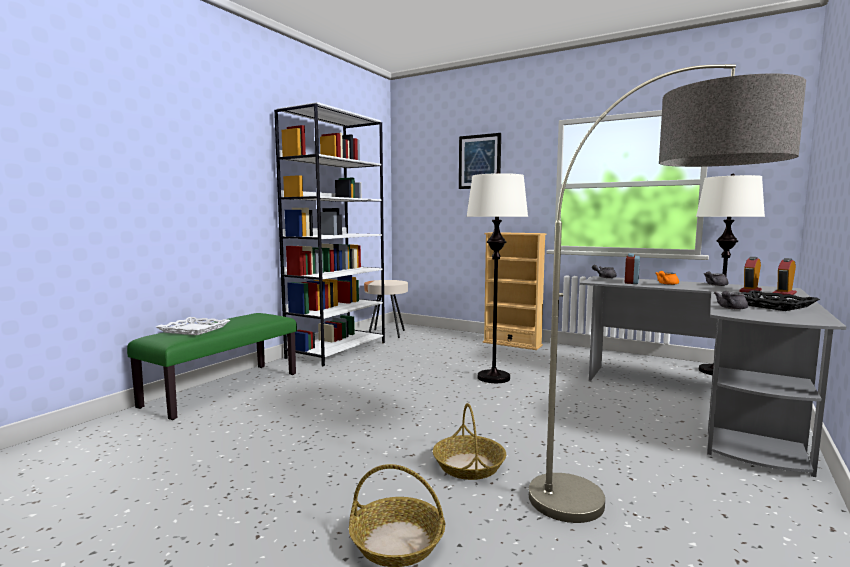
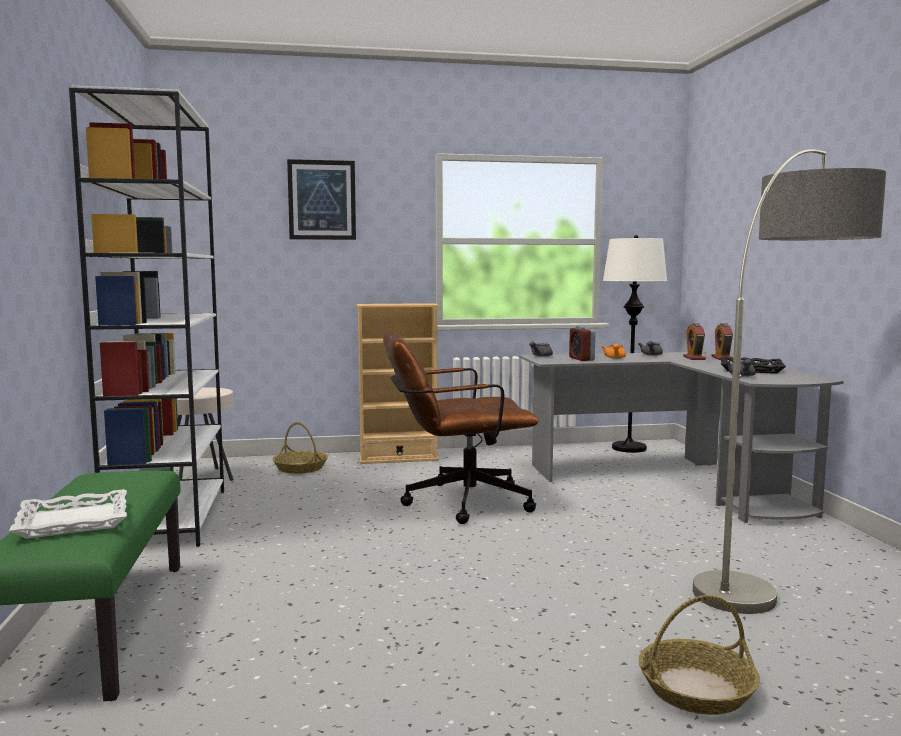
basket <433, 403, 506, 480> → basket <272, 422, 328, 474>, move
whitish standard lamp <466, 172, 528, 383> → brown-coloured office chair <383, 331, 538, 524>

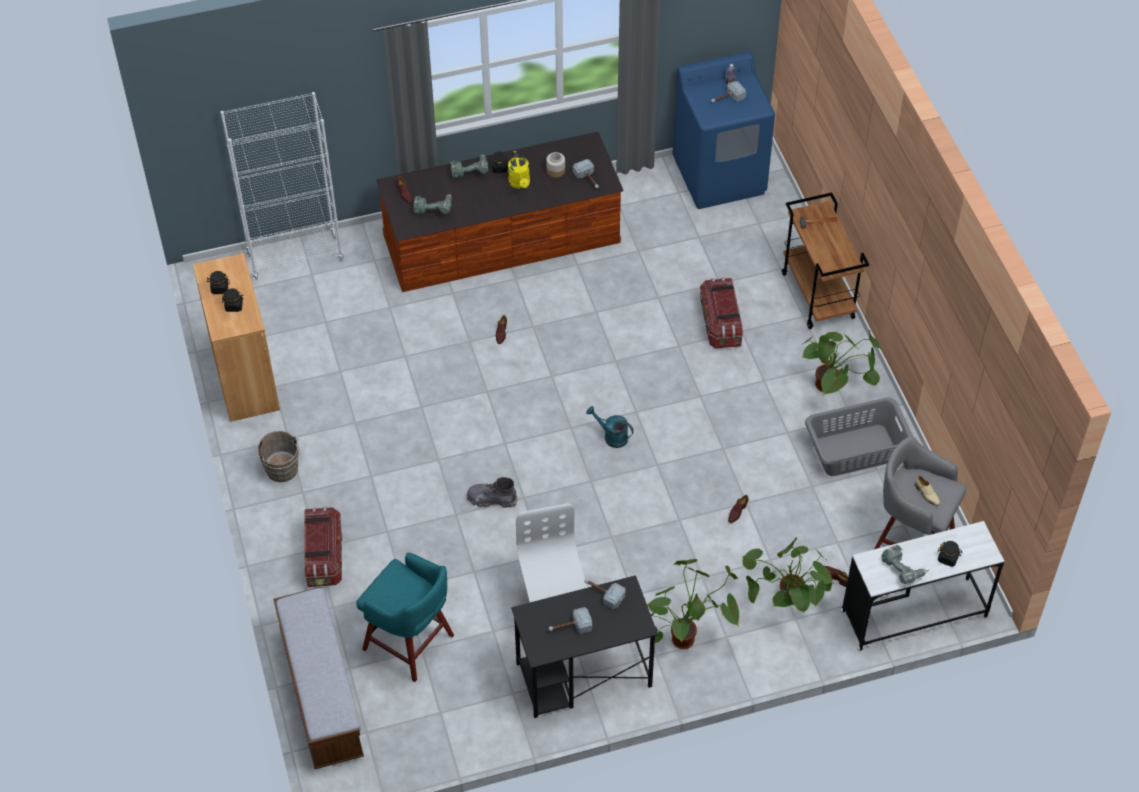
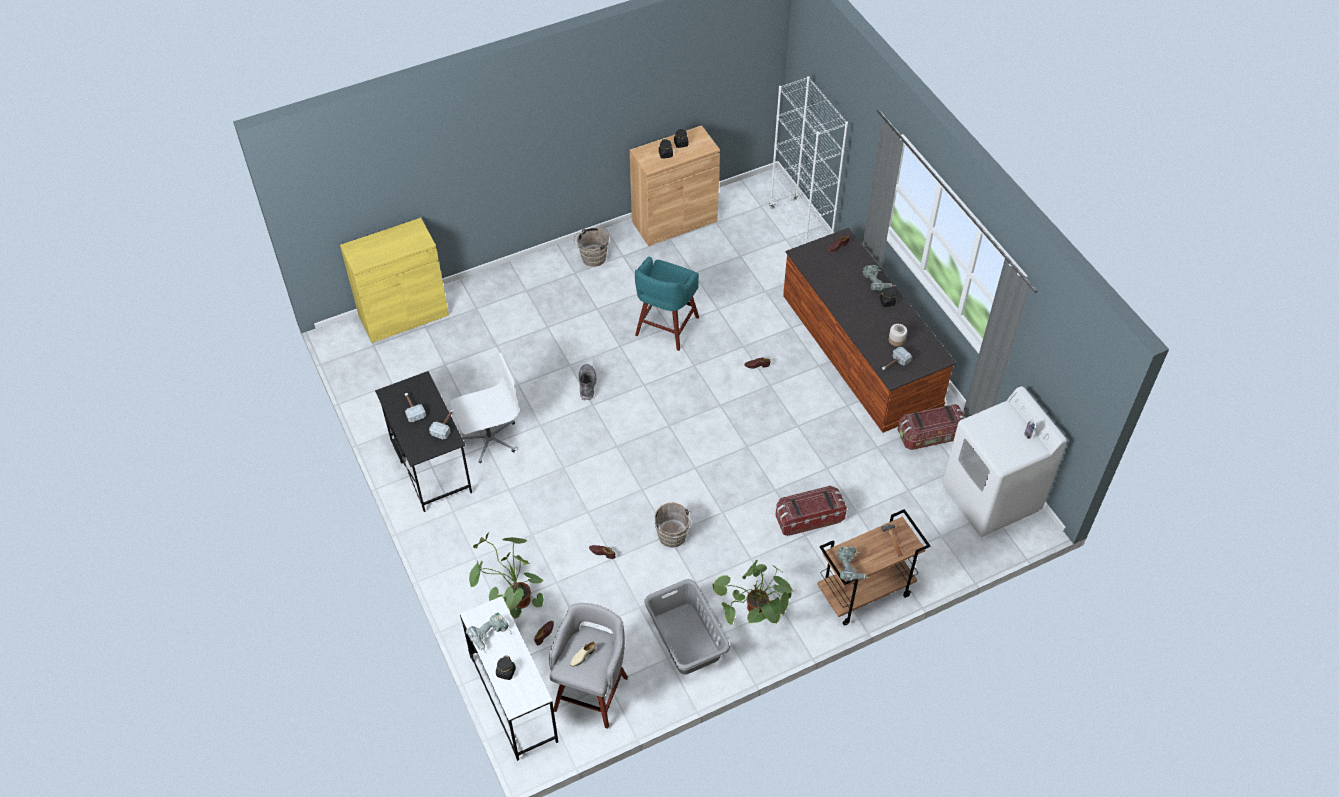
bench <273, 587, 364, 769> → yellow storage cabinet <340, 218, 449, 343>
blue-green stool <356, 553, 454, 682> → blue-green stool <635, 256, 699, 351>, move
- → brown-coloured pail <655, 503, 692, 548>
drill <414, 193, 452, 214> → drill <837, 547, 870, 581>, move
storage bin <304, 507, 342, 587> → storage bin <897, 404, 966, 450>, move
blue-coloured laundry appliance <672, 52, 775, 209> → whitish laundry appliance <942, 386, 1067, 537>
yellow sprinkling can <508, 151, 530, 189> → -
blue-green sprinkling can <586, 406, 634, 448> → -
plant in a pot <647, 559, 739, 649> → -
hammer <711, 81, 746, 103> → -

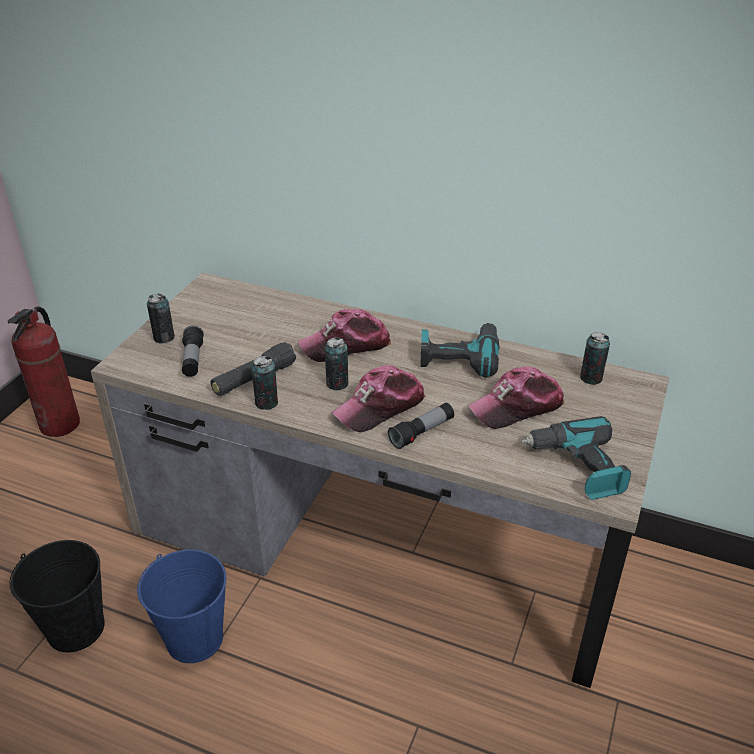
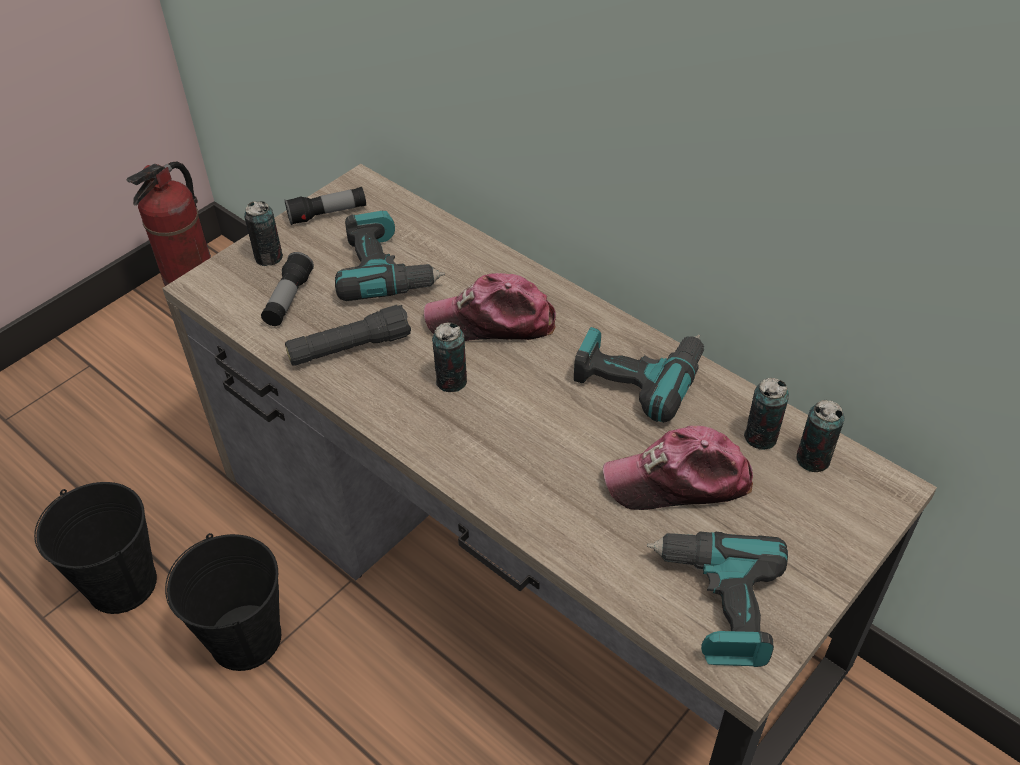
blue-coloured pail <137, 550, 226, 663> → black-coloured pail <165, 533, 281, 671>
hand torch <388, 403, 454, 449> → hand torch <285, 187, 366, 225>, move
- → drill <335, 211, 445, 301>
can <251, 356, 278, 410> → can <744, 378, 789, 450>, move
peaked cap <332, 365, 426, 432> → -

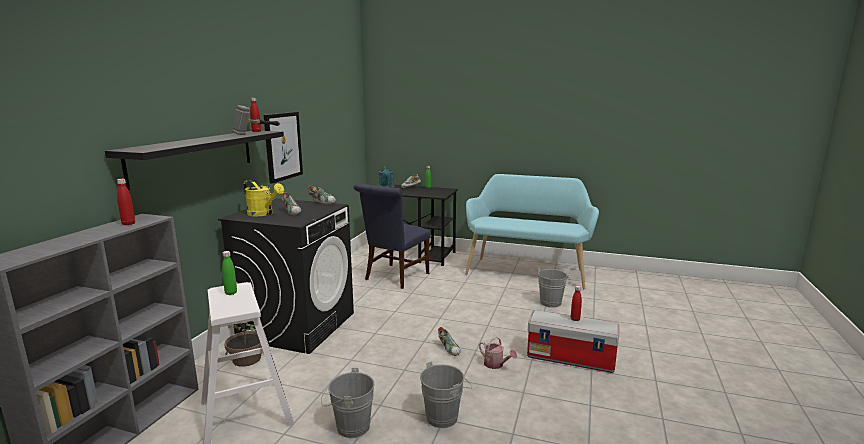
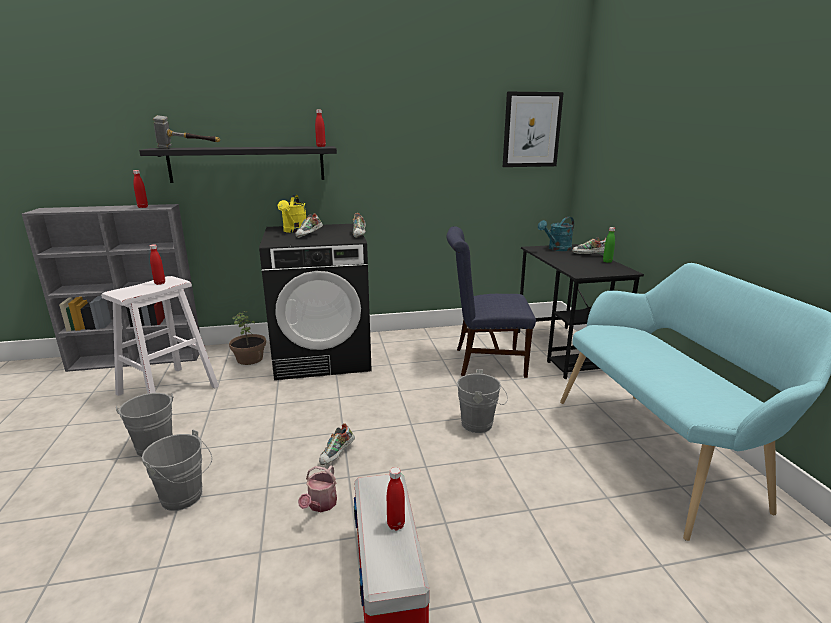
greenish beverage bottle <222, 251, 237, 295> → red beverage bottle <150, 244, 165, 285>
hammer <232, 105, 280, 135> → hammer <153, 115, 220, 149>, move
gray pail <538, 268, 570, 308> → gray pail <457, 369, 508, 433>, move
wall picture <264, 112, 303, 184> → wall picture <503, 92, 564, 167>, move

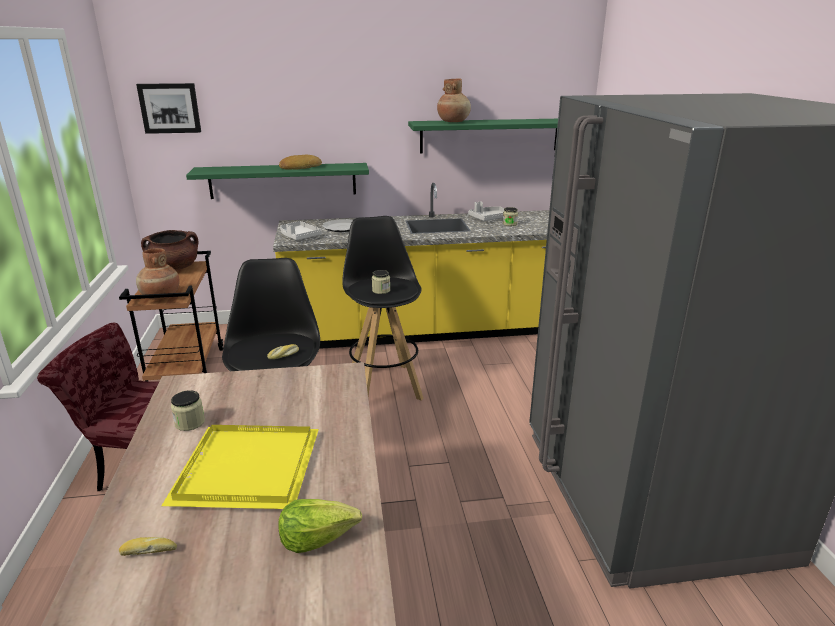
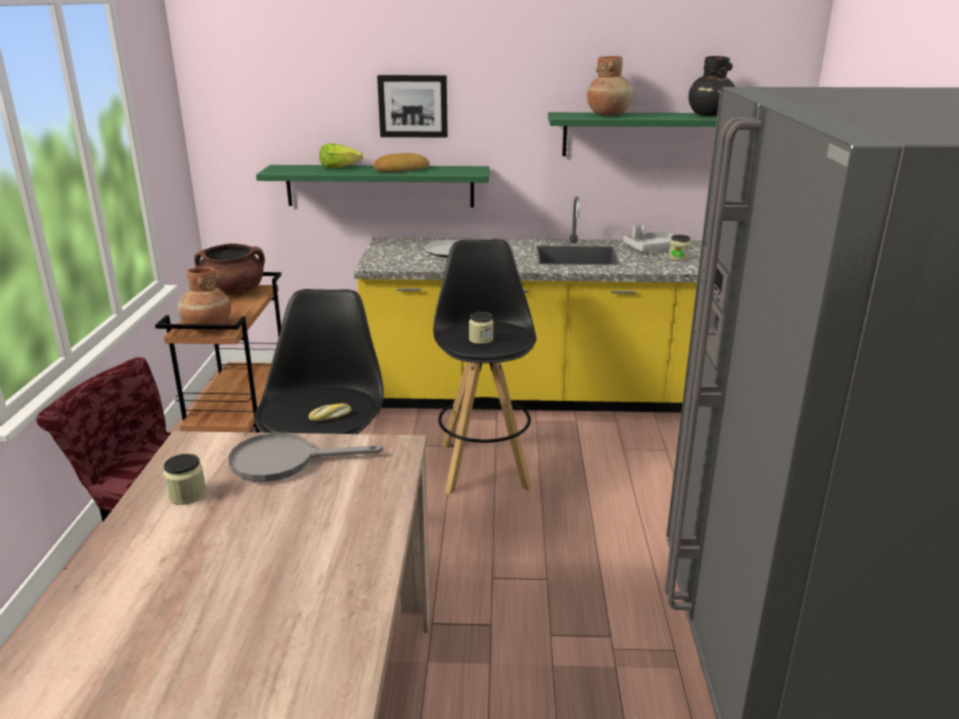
- → gray pan <228, 433, 383, 482>
lettuce <278, 499, 362, 553> → lettuce <319, 143, 363, 168>, move
wall picture <136, 83, 201, 134> → wall picture <377, 75, 448, 138>, move
- → black-coloured vase <689, 56, 735, 116>
baked bread <118, 537, 177, 556> → -
yellow tray <161, 425, 319, 509> → -
gray tray <280, 221, 322, 240> → -

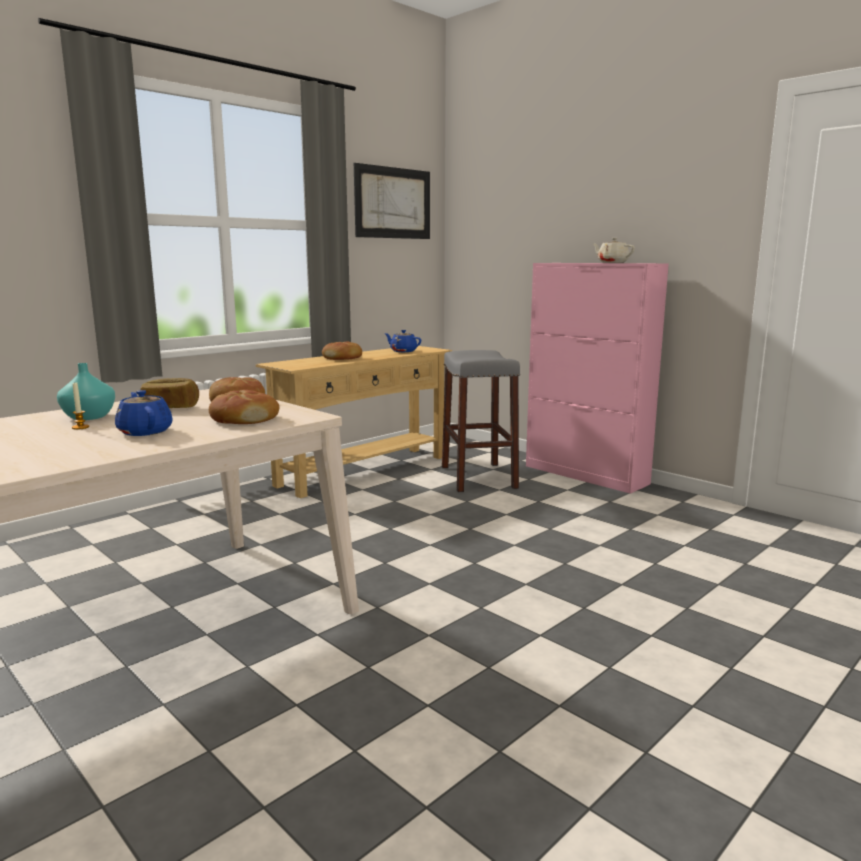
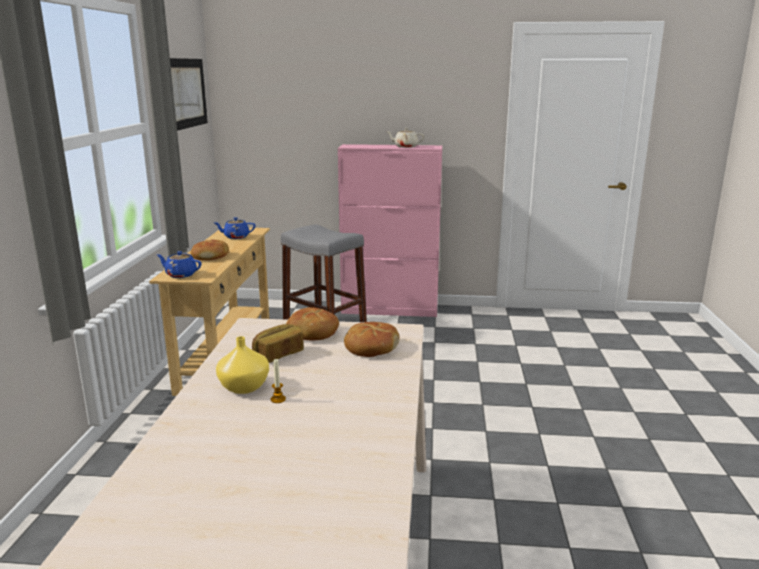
blue-coloured pot for tea <115, 390, 173, 436> → blue-coloured pot for tea <157, 251, 201, 278>, move
blue-green vase <57, 363, 115, 420> → yellow vase <216, 336, 269, 394>

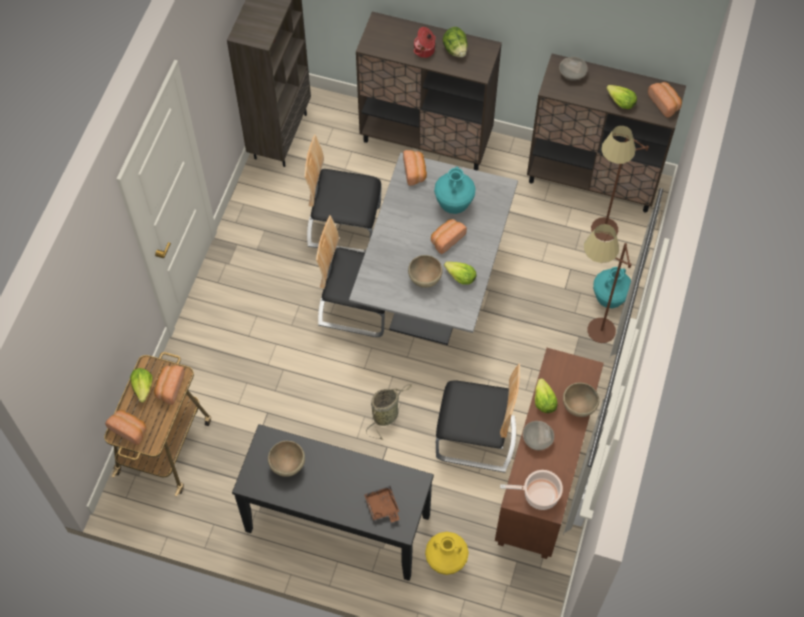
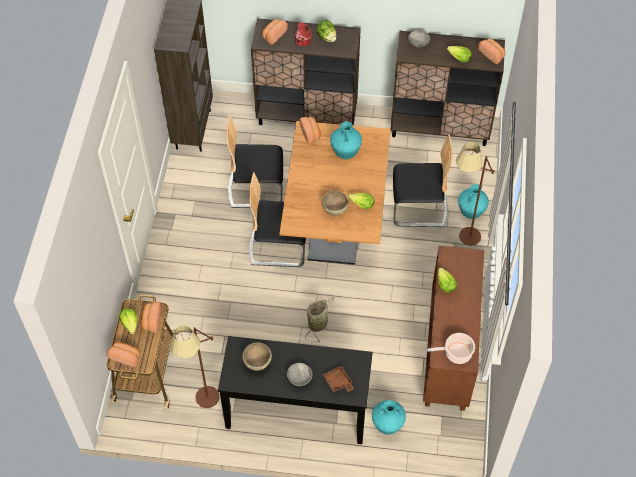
brown-coloured standard lamp <591, 126, 649, 241> → brown-coloured standard lamp <170, 325, 220, 408>, move
baked bread <431, 219, 467, 254> → baked bread <262, 19, 288, 45>, move
gray kitchen table <349, 152, 518, 345> → brown-coloured kitchen table <279, 121, 390, 265>
gray deep dish <523, 421, 554, 450> → gray deep dish <287, 363, 312, 386>, move
yellow vase <425, 532, 469, 575> → blue-green vase <372, 400, 406, 435>
upright chair <436, 364, 520, 473> → upright chair <393, 134, 452, 227>, move
brown-coloured deep dish <563, 383, 599, 417> → -

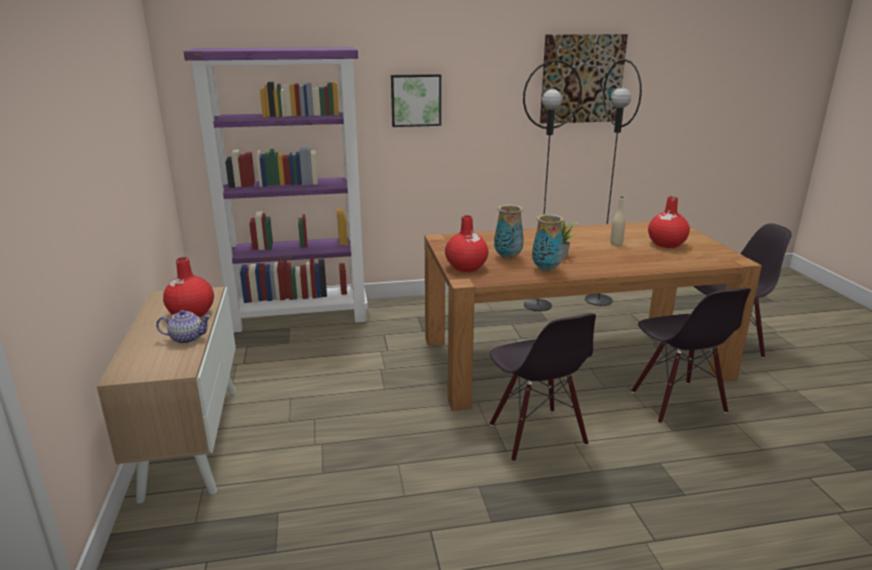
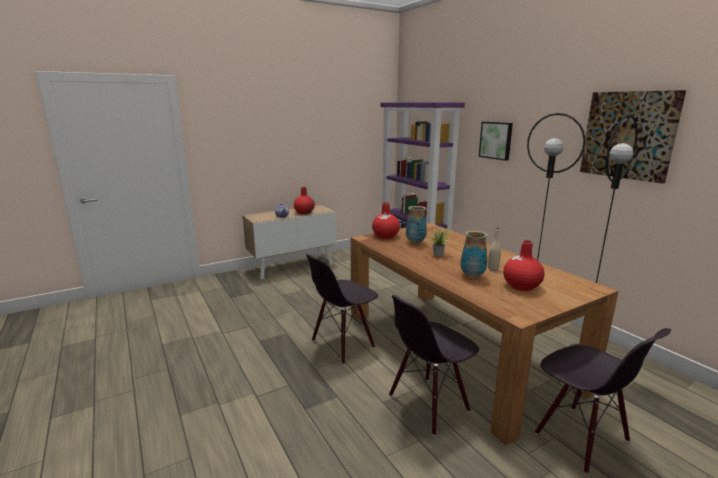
vase <532, 214, 564, 272> → vase <460, 231, 488, 278>, move

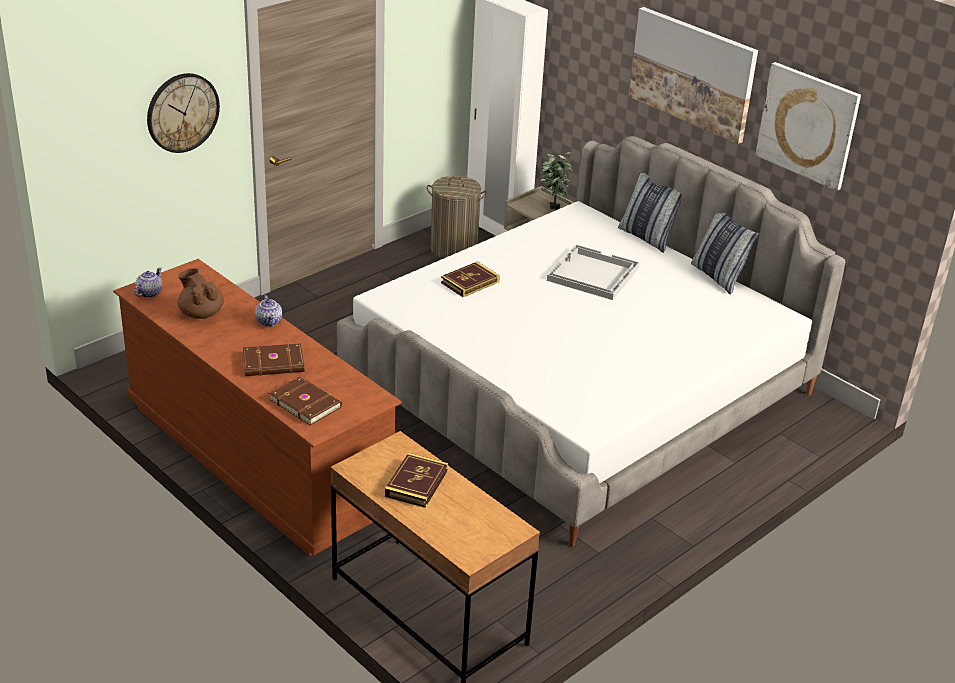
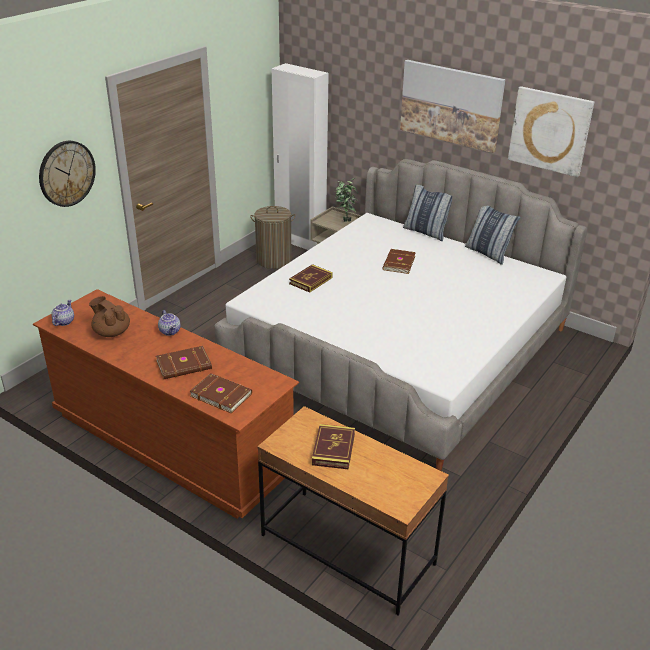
whitish tray <547, 244, 640, 300> → brown-coloured bound book <382, 249, 416, 274>

